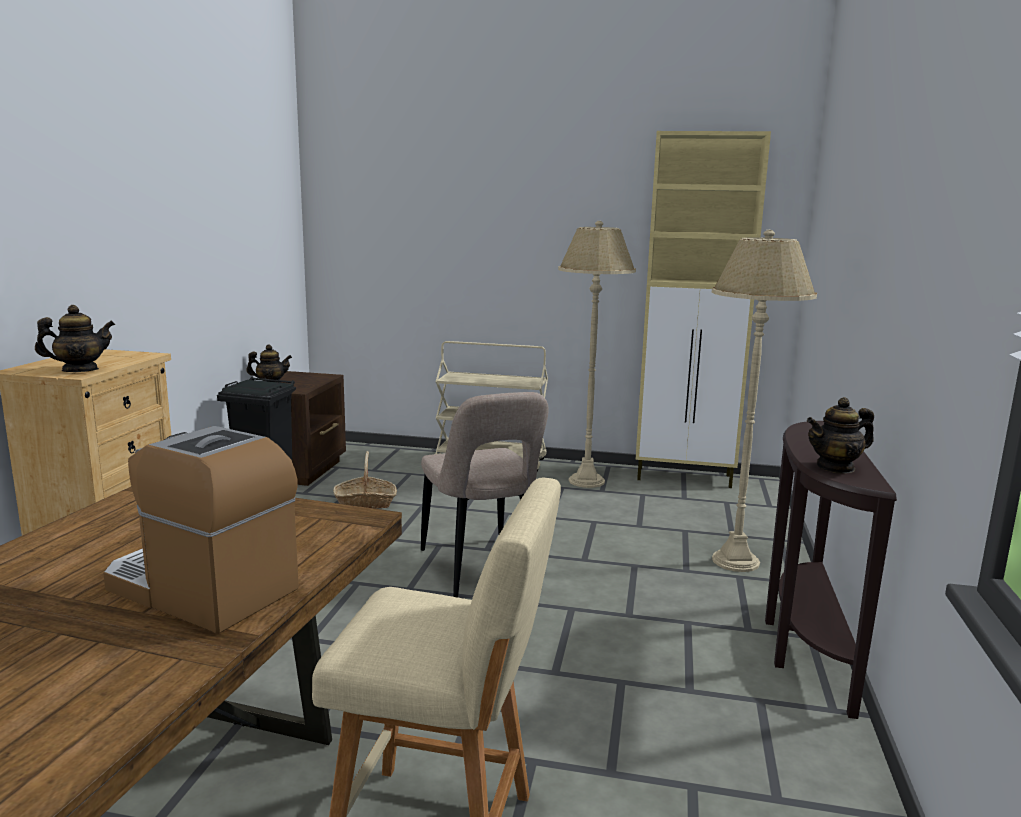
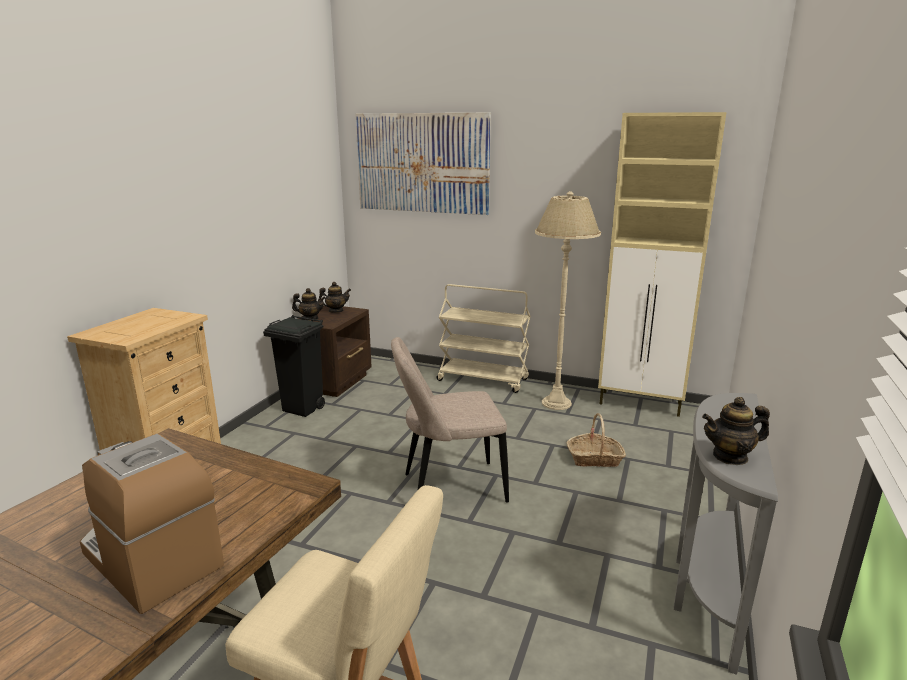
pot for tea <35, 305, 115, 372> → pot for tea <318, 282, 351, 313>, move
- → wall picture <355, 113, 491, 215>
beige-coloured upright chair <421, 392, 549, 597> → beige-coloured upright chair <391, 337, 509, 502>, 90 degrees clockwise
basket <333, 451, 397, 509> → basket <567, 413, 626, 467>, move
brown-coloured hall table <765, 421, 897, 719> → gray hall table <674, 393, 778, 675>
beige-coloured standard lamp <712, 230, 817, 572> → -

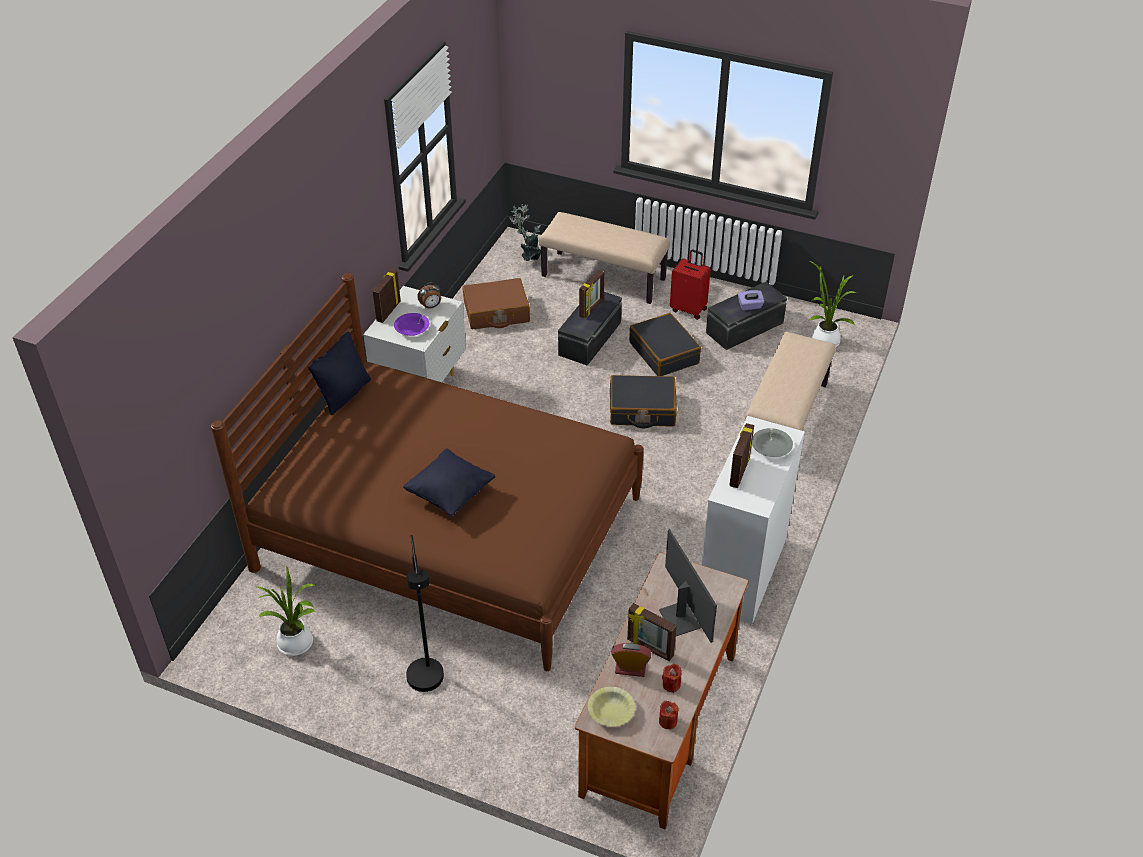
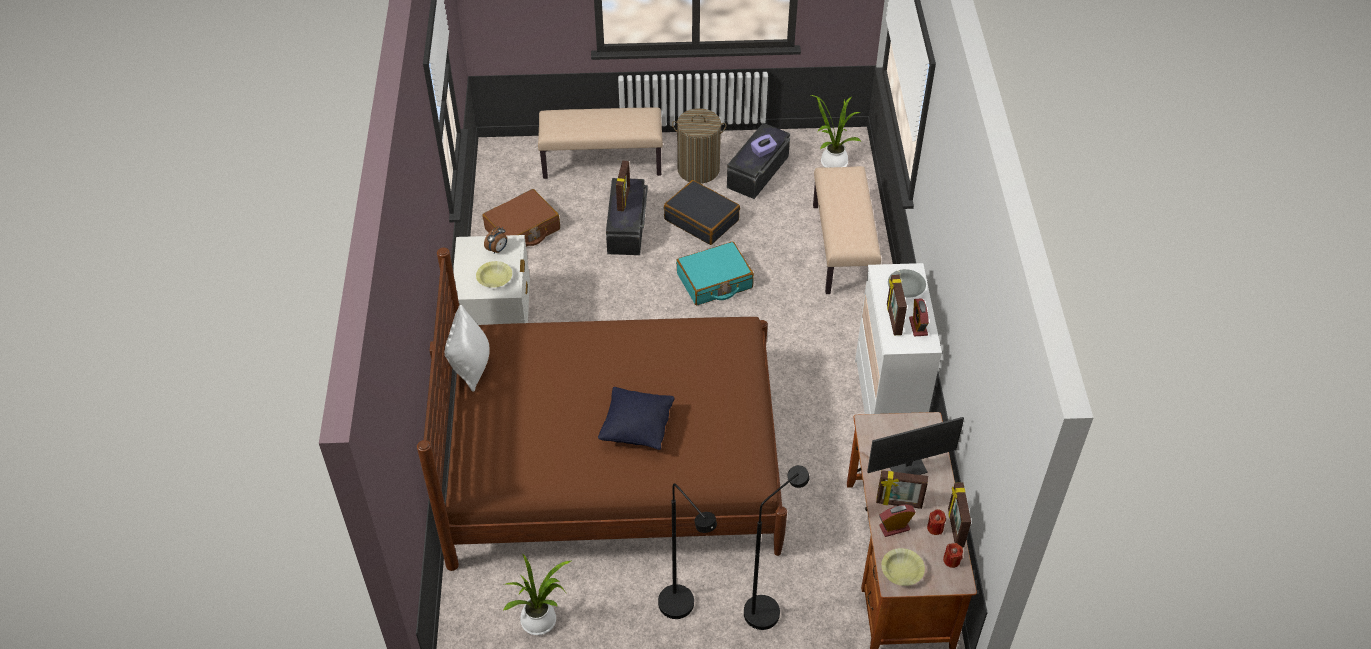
black-coloured throw pillow <308, 331, 371, 415> → whitish throw pillow <445, 305, 490, 392>
purple-coloured deep dish <394, 313, 429, 336> → yellow deep dish <476, 261, 512, 288>
red piece of luggage <670, 249, 711, 320> → washing basket <672, 108, 726, 184>
black-coloured piece of luggage <610, 375, 677, 428> → blue-green piece of luggage <676, 242, 754, 305>
- → black-coloured standard lamp <744, 465, 810, 630>
monitor <659, 529, 717, 643> → monitor <867, 417, 964, 475>, 120 degrees clockwise
- → bedside clock <909, 298, 929, 337>
photo frame <373, 269, 401, 323> → photo frame <948, 482, 971, 547>, move
plant in a pot <509, 204, 541, 261> → -

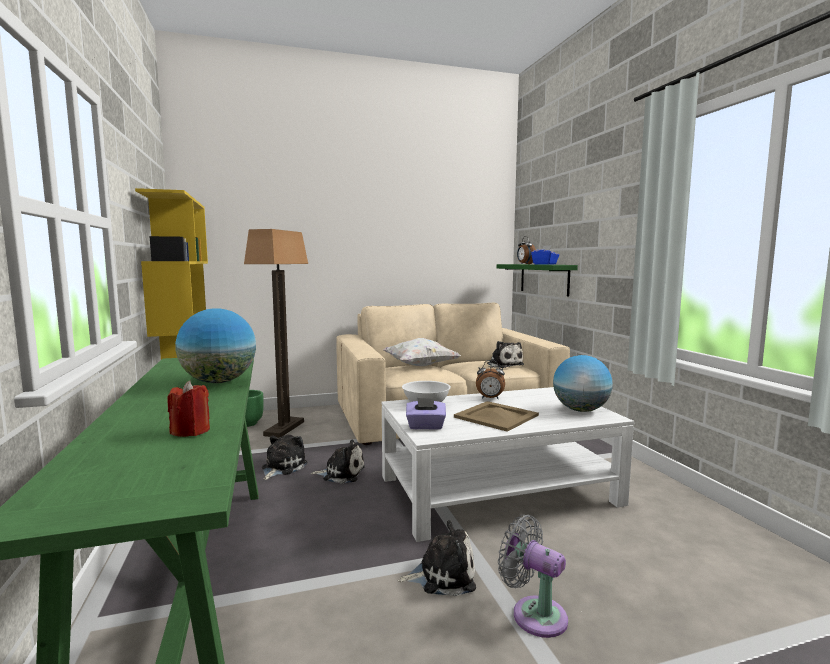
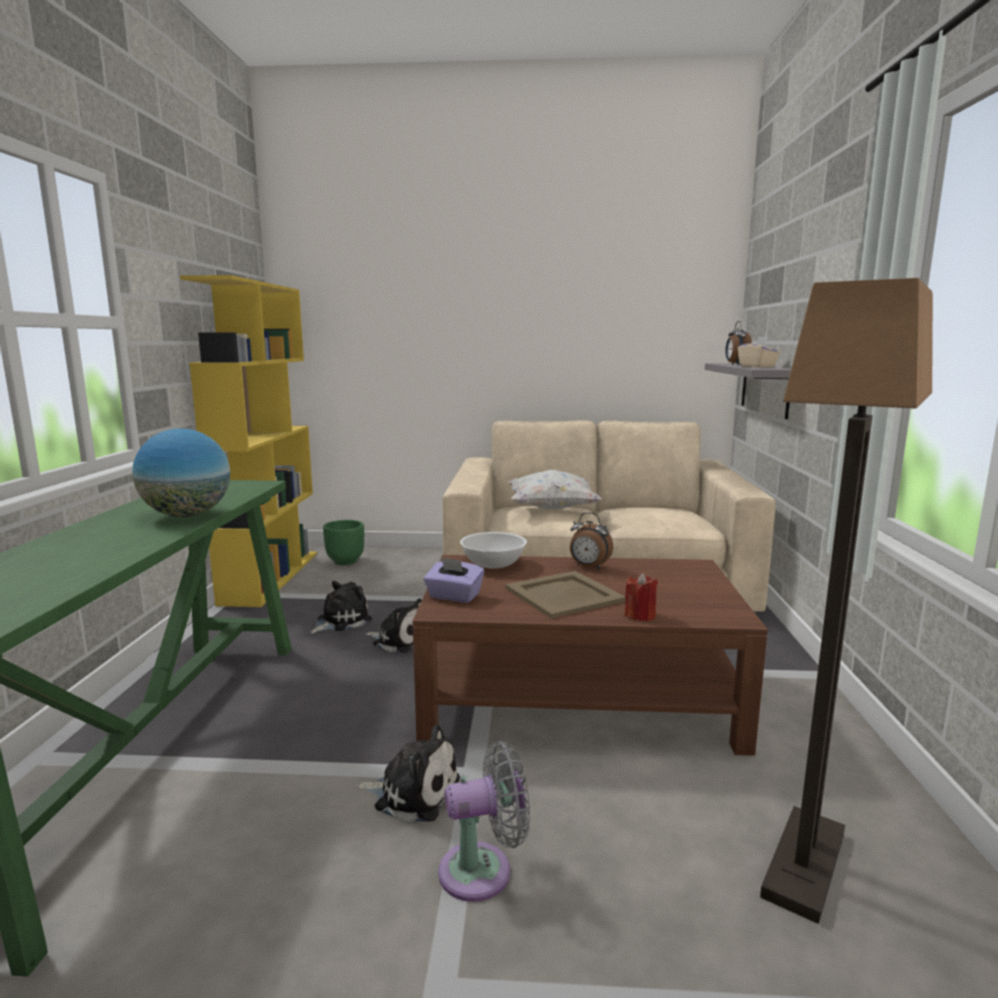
whitish coffee table <382, 387, 634, 542> → brown-coloured coffee table <412, 555, 768, 756>
gray cooling fan <498, 515, 568, 638> → gray cooling fan <438, 741, 530, 902>, 105 degrees clockwise
red candle <168, 381, 210, 437> → red candle <625, 573, 658, 621>, move
greenish wall shelf <497, 264, 578, 296> → gray wall shelf <705, 363, 791, 419>
blue-coloured tissue holder <531, 245, 559, 265> → beige-coloured tissue holder <738, 336, 781, 367>
standard lamp <244, 229, 308, 438> → standard lamp <760, 278, 933, 924>, move
cuddly toy <487, 341, 524, 368> → -
world globe <553, 355, 613, 412> → -

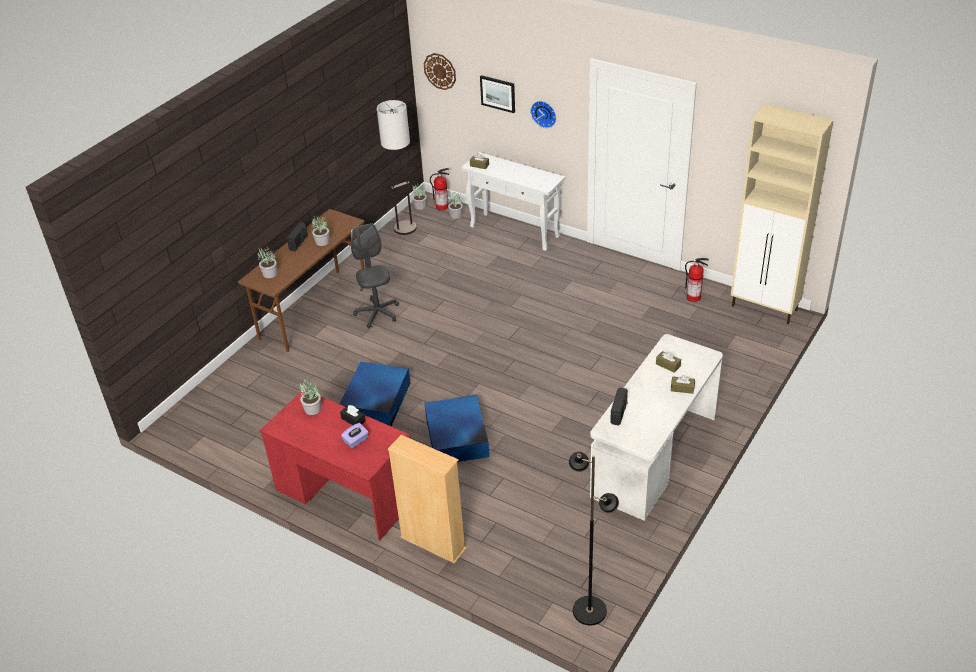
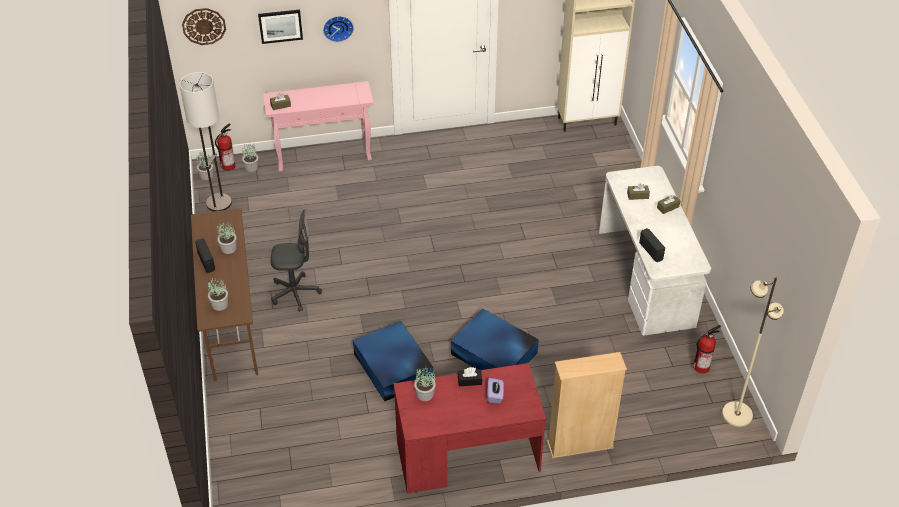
whitish hall table <461, 152, 565, 251> → pinkish hall table <263, 81, 374, 172>
gray office chair <351, 223, 399, 328> → gray office chair <271, 209, 322, 312>, 150 degrees clockwise
fire-fighting cylinder <685, 258, 709, 302> → fire-fighting cylinder <693, 325, 721, 373>, move
black-coloured standard lamp <569, 452, 619, 625> → beige-coloured standard lamp <722, 277, 784, 427>

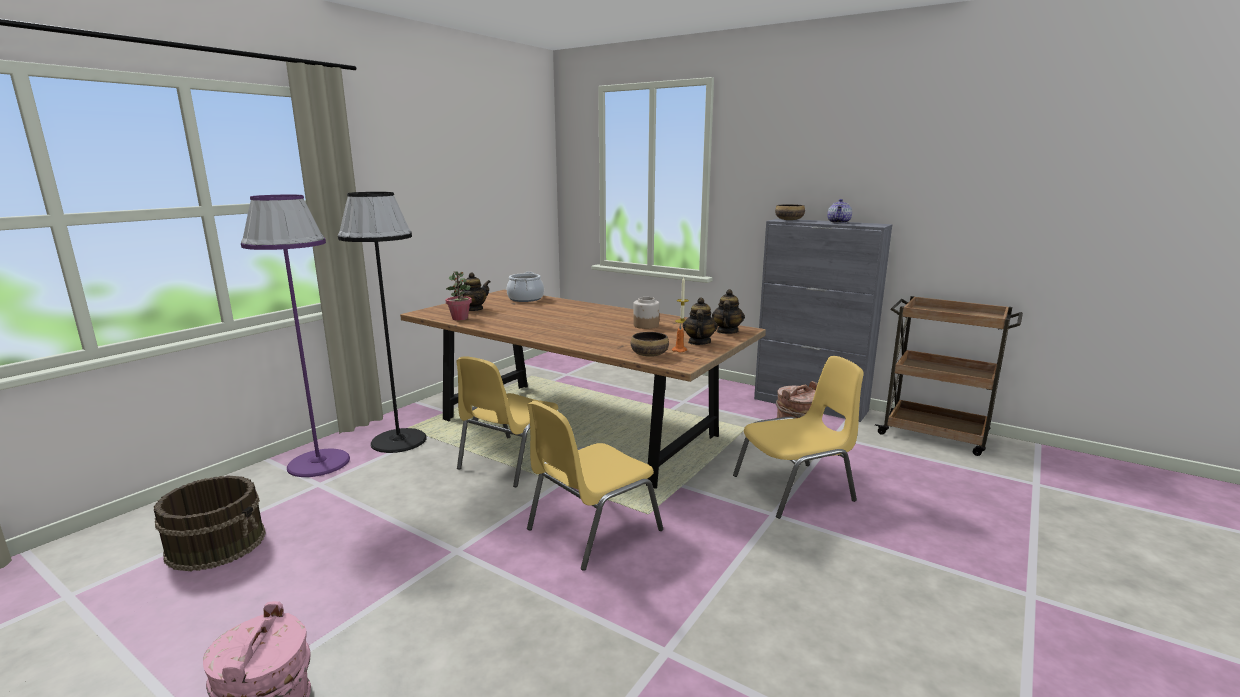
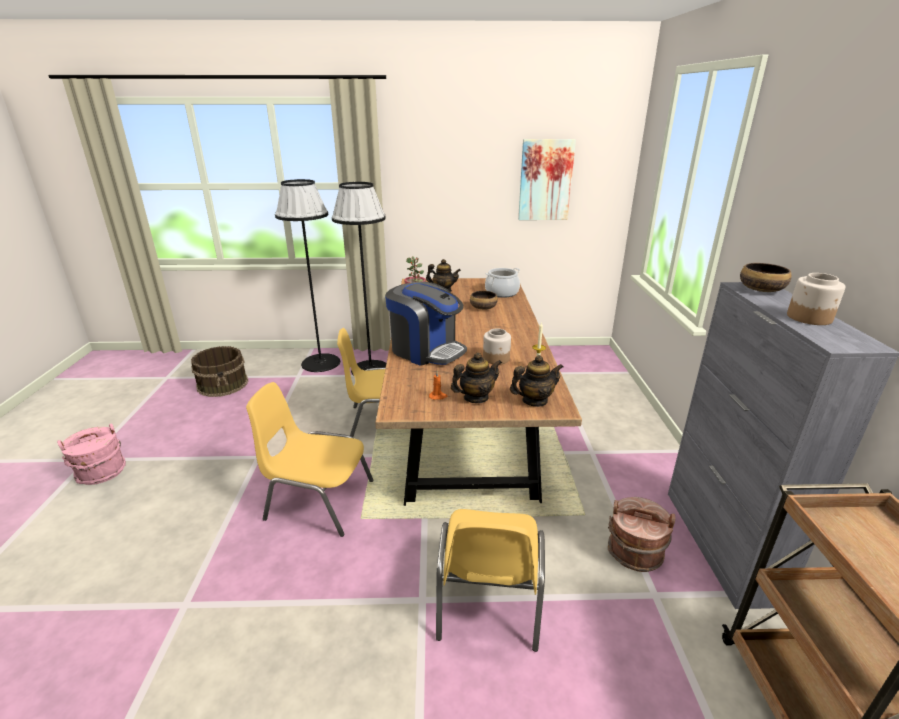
purple-coloured standard lamp <241, 195, 350, 477> → black-coloured standard lamp <275, 179, 340, 372>
- → coffee maker <385, 282, 467, 366>
yellow upright chair <733, 356, 864, 519> → yellow upright chair <436, 509, 545, 652>, 60 degrees clockwise
deep dish <631, 332, 669, 357> → deep dish <470, 291, 498, 310>, move
- → wall picture <518, 139, 576, 220>
pot for tea <827, 199, 852, 224> → storage jar <787, 273, 846, 325>

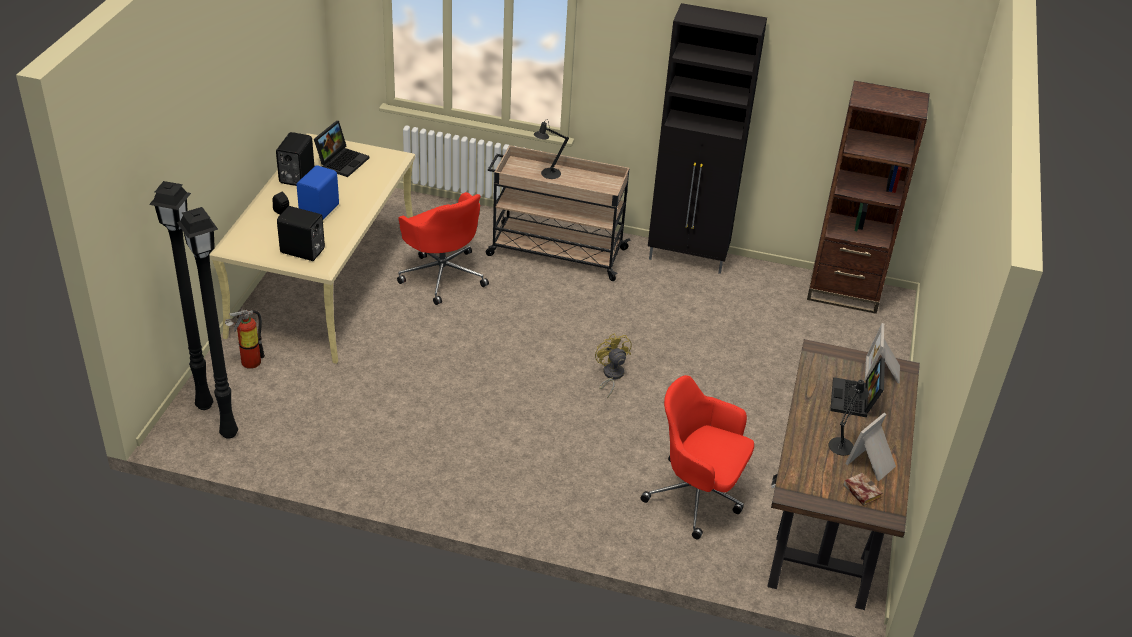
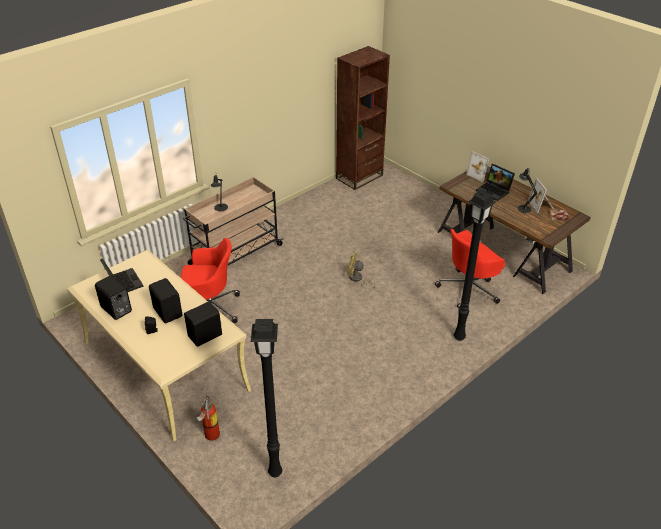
blue-coloured speaker <297, 165, 339, 219> → black-coloured speaker <149, 278, 183, 323>
black-coloured standard lamp <149, 181, 213, 410> → black-coloured standard lamp <454, 189, 496, 341>, move
black-coloured storage cabinet <648, 3, 767, 274> → -

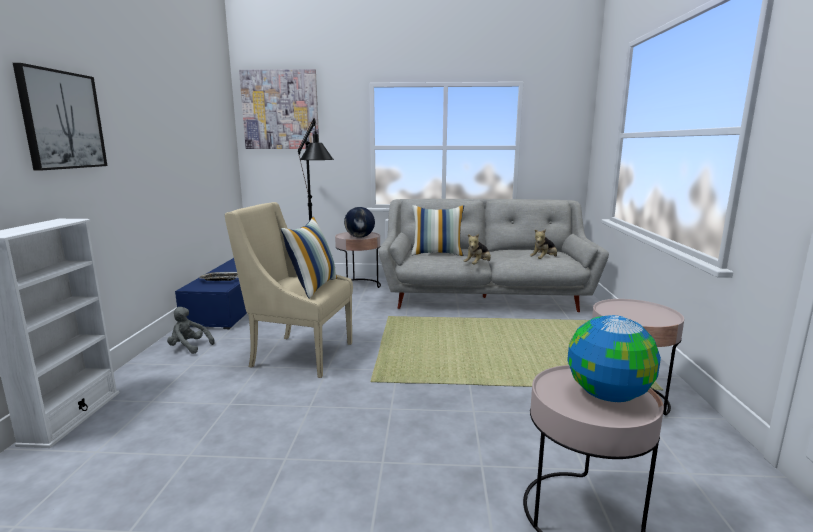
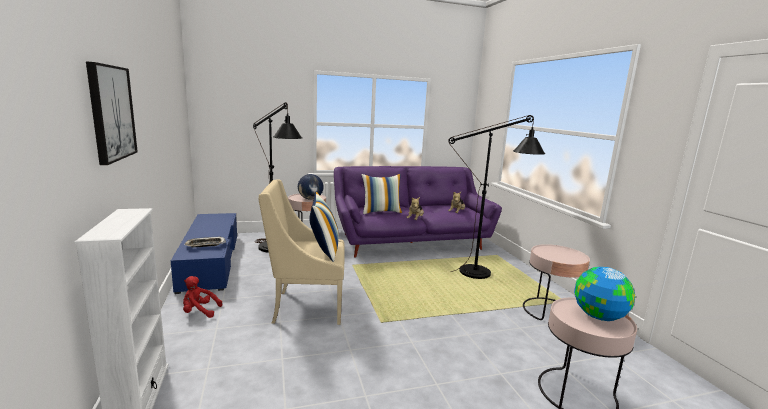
gray cuddly toy <167, 307, 215, 354> → red cuddly toy <183, 276, 222, 318>
gray couch <378, 199, 609, 312> → purple-coloured couch <334, 166, 502, 258>
- → black-coloured standard lamp <448, 115, 546, 279>
wall picture <239, 69, 319, 149> → -

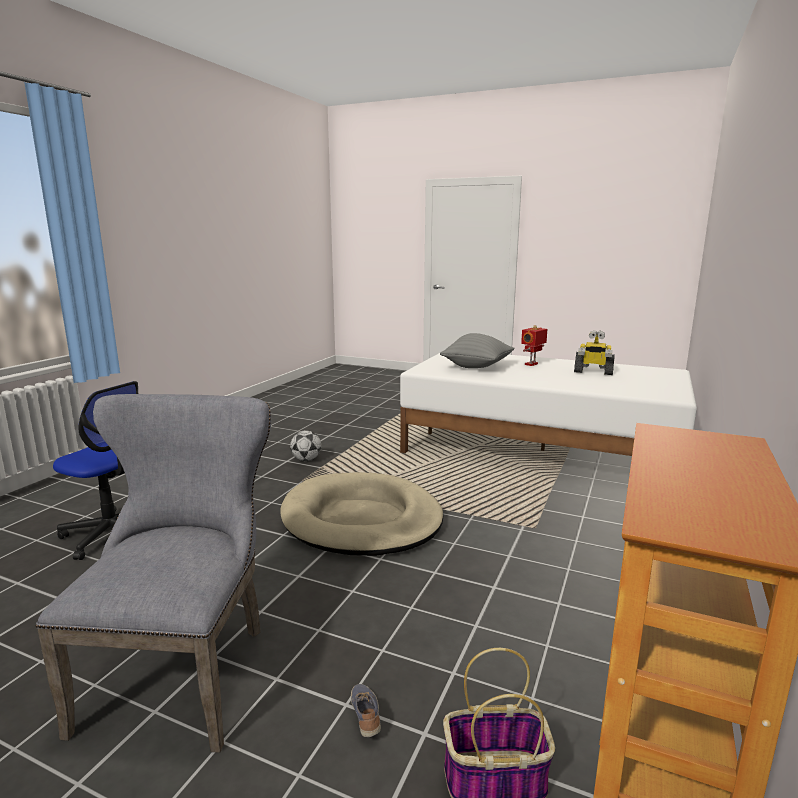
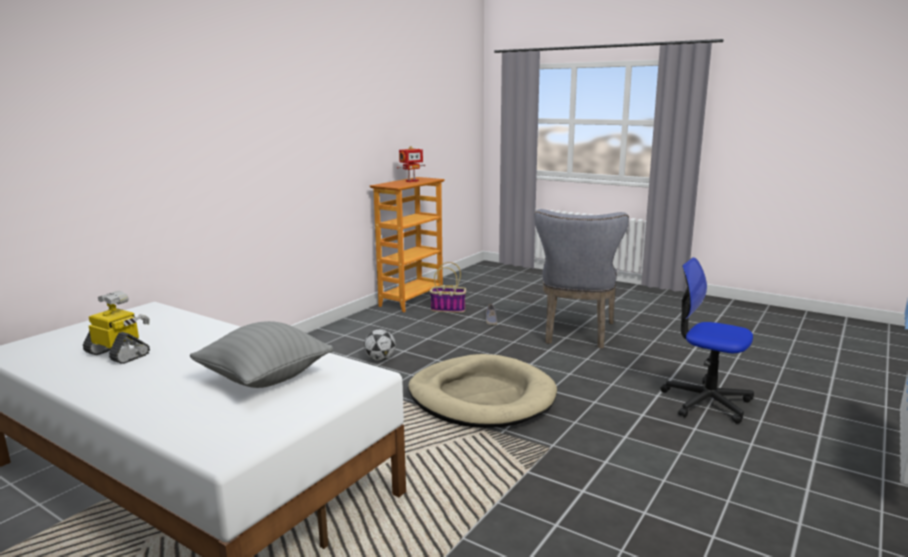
ball for football <290, 431, 321, 461> → ball for football <364, 329, 396, 361>, move
model robot <521, 325, 547, 366> → model robot <397, 146, 425, 182>, move

